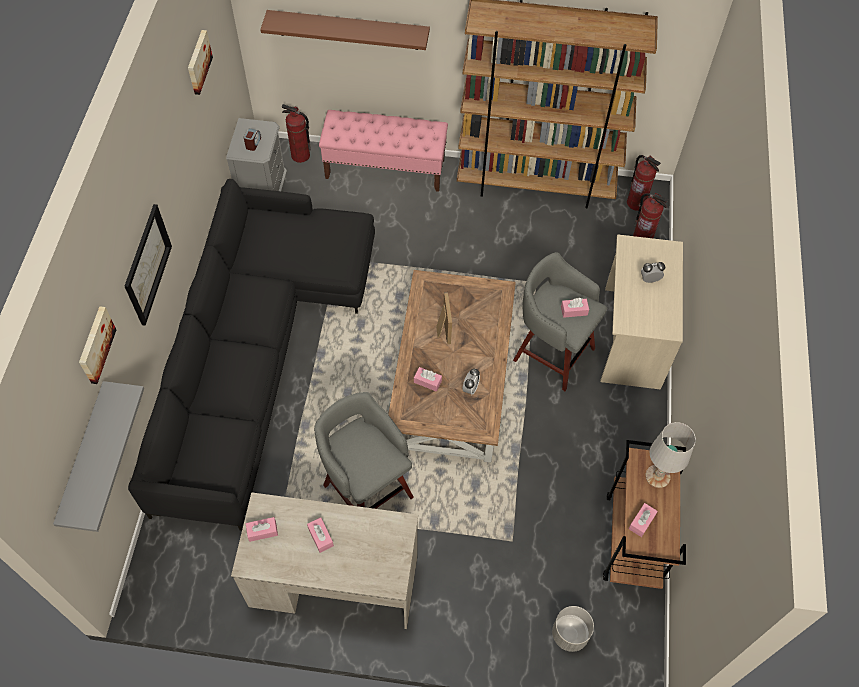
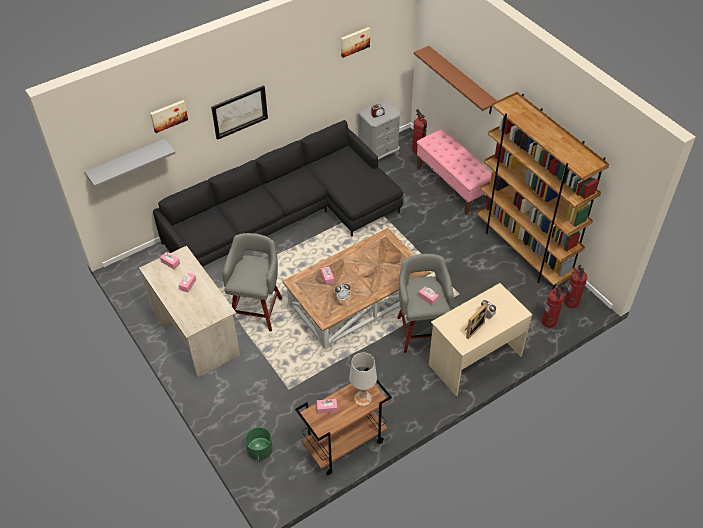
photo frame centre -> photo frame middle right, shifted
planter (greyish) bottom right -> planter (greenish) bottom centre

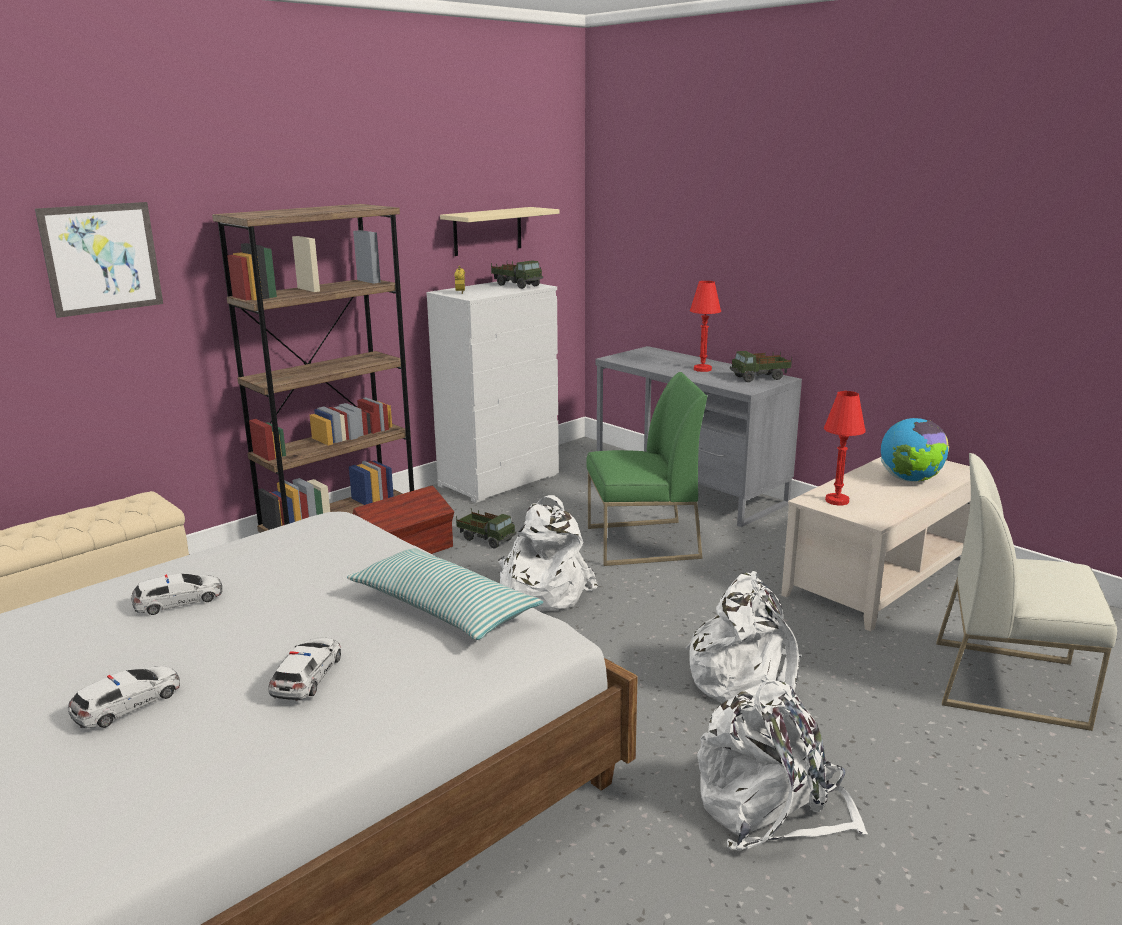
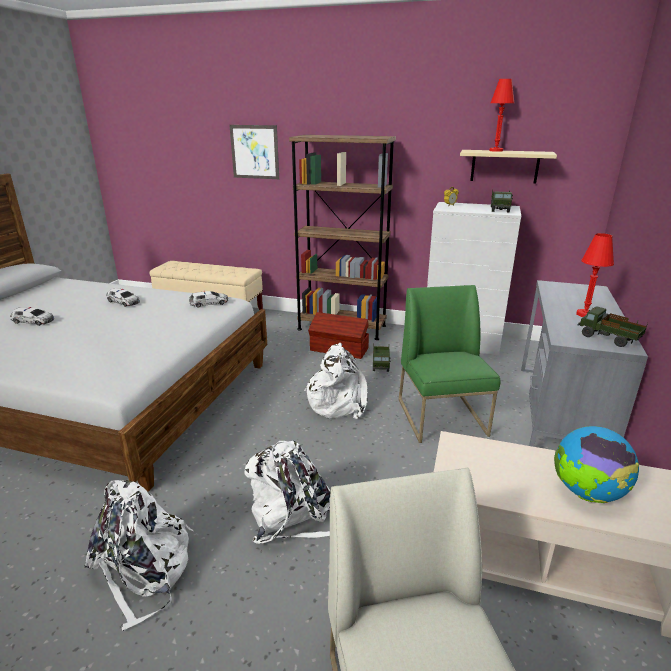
cushion centre -> none
miniature car (no. 3 from left) bottom left -> miniature car (no. 3 from left) middle left, shifted
lamp for a table (reddish) (no. 2 from left in the first image) middle right -> lamp for a table (reddish) (no. 1 from left) top right, shifted
plain chair (greenish) centre -> plain chair (greenish) middle right, 150 degrees counterclockwise

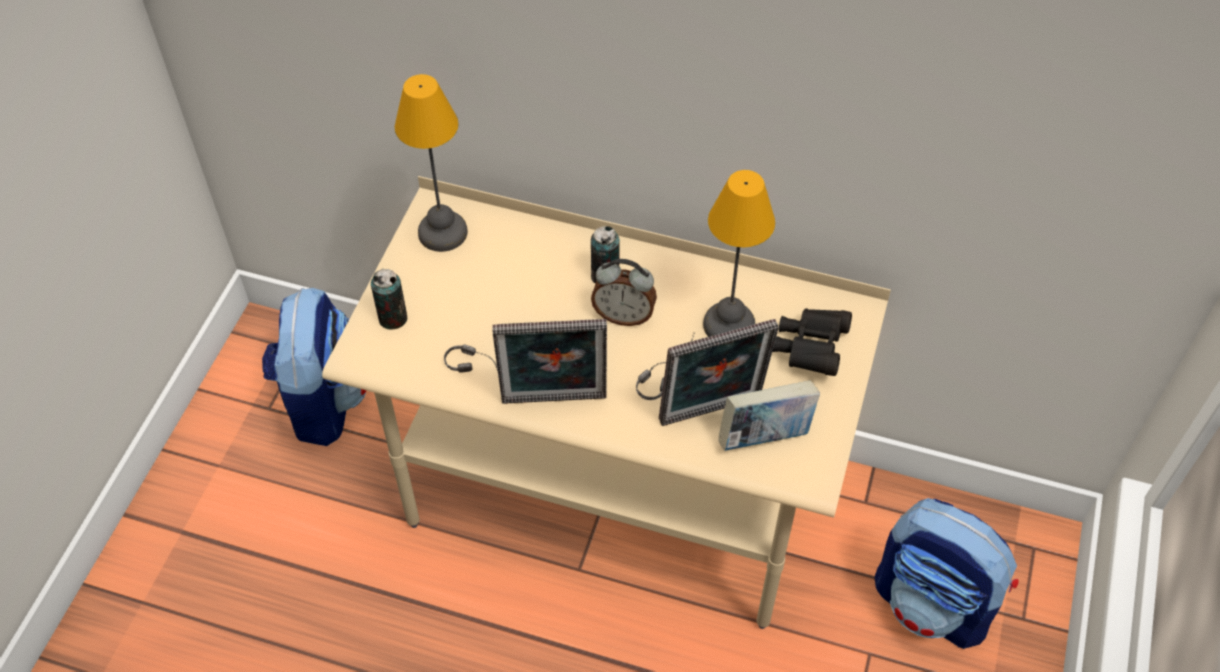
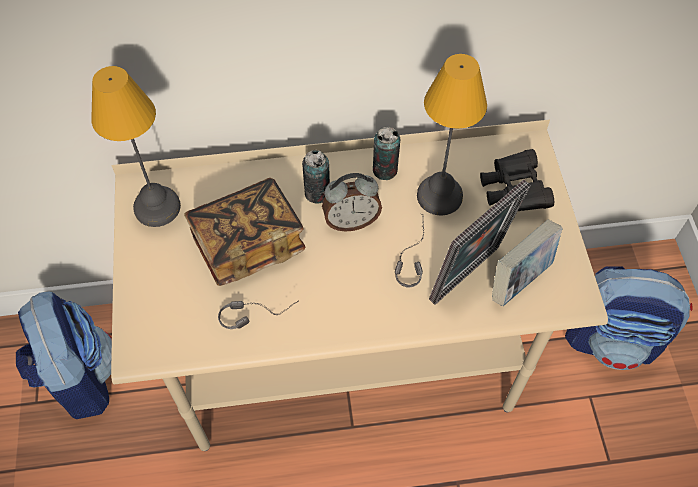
photo frame (no. 1 from left) centre -> none
none -> bound book (no. 1 from left) centre
can (no. 1 from left in the first image) middle left -> can (no. 2 from left) top centre, shifted

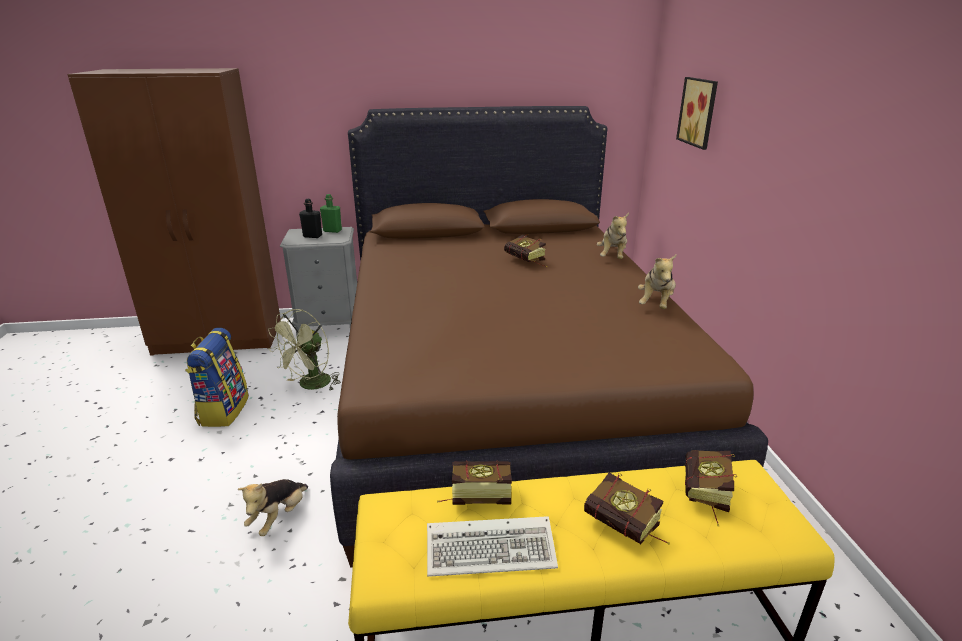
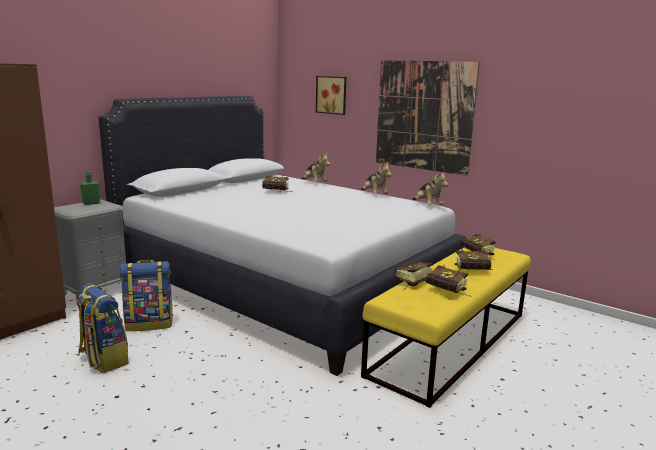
beverage bottle (black-coloured) middle left -> none
none -> picture (no. 2 from left) top centre
soft toy (no. 1 from left in the first image) bottom left -> soft toy (no. 3 from left) centre, shifted
fan (greenish) middle left -> rucksack (no. 2 from left) middle left
computer keyboard bottom centre -> bound book (no. 3 from left) middle right
bed (brown) centre -> bed (white-coloured) centre

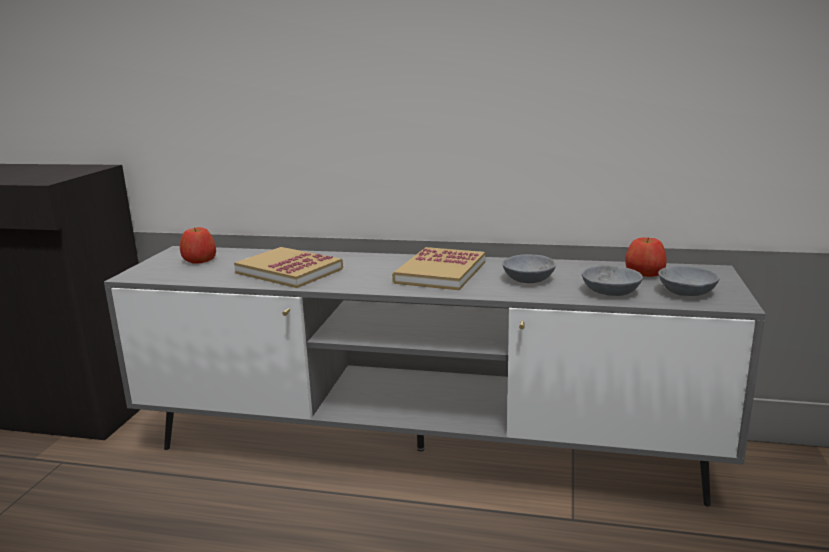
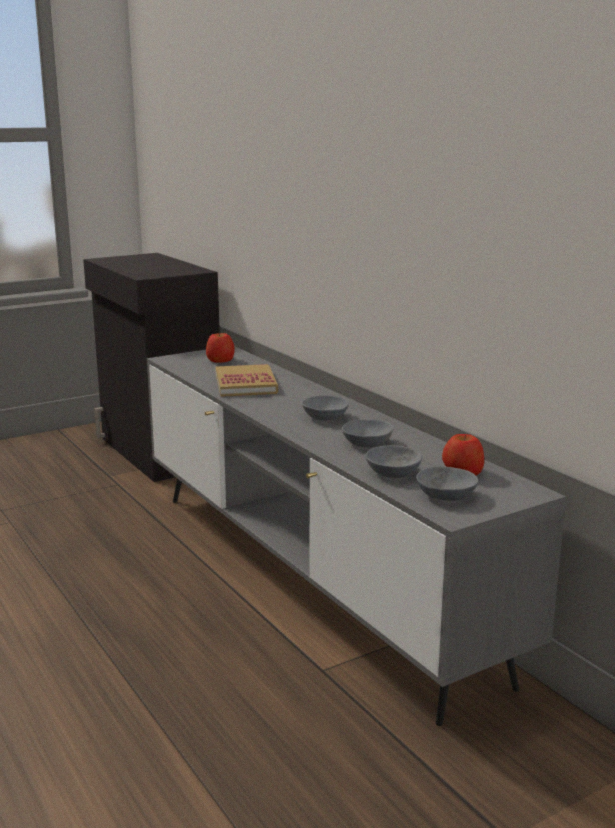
bound book (no. 2 from left) centre -> bowl (greyish) (no. 1 from left) centre

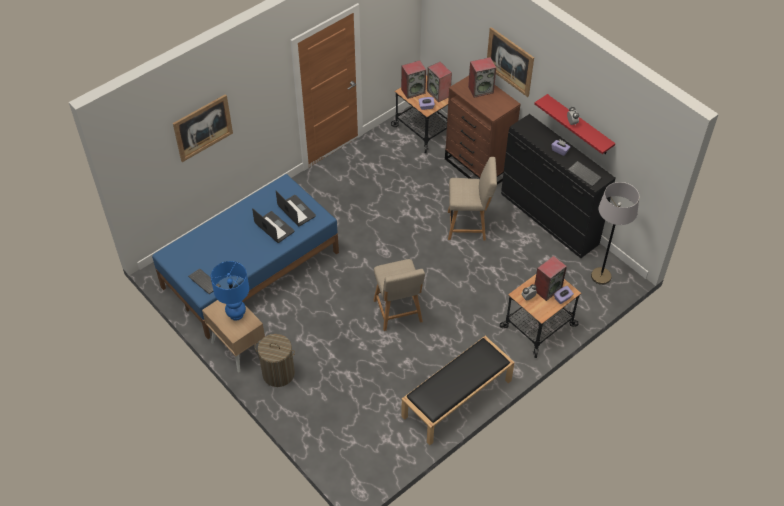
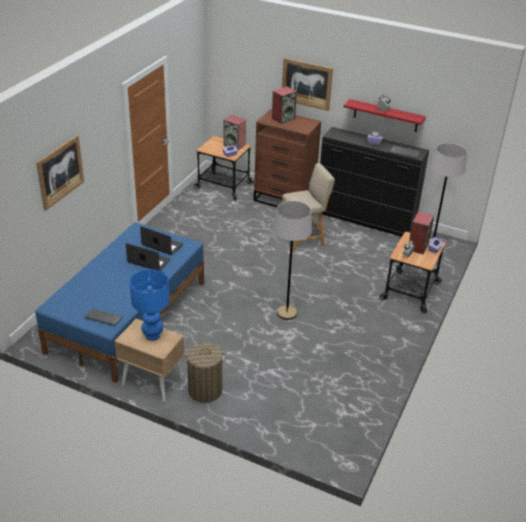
loudspeaker (no. 1 from left) top centre -> none
long seat (black-coloured) bottom centre -> none
plain chair (sand-coloured) (no. 1 from left) centre -> standard lamp (greyish) (no. 1 from left) centre

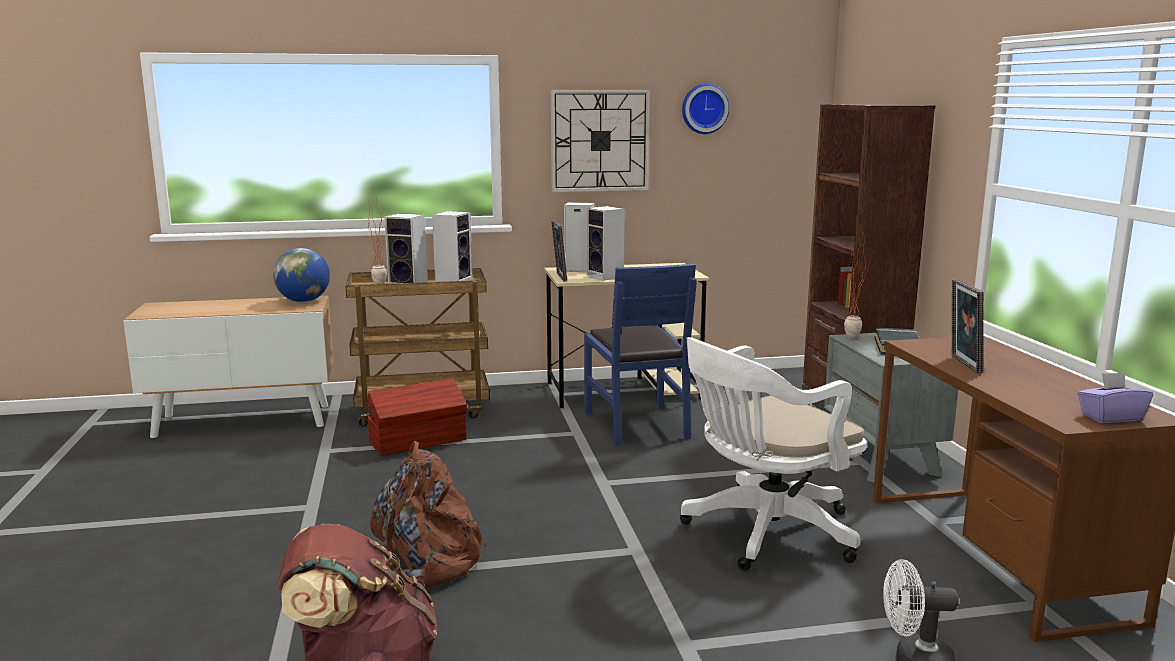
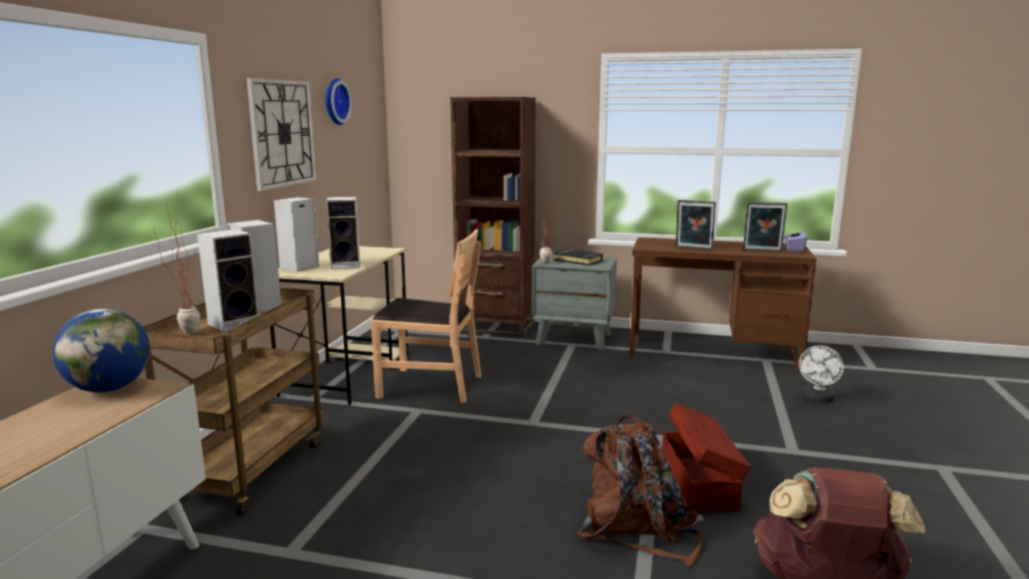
desk chair (white-coloured) bottom centre -> none
storage container (brown) centre -> storage container (brown) bottom right, shifted
photo frame (no. 1 from left in the first image) centre -> photo frame (no. 2 from left) middle right, shifted
plain chair (blue) centre -> plain chair (brown) centre

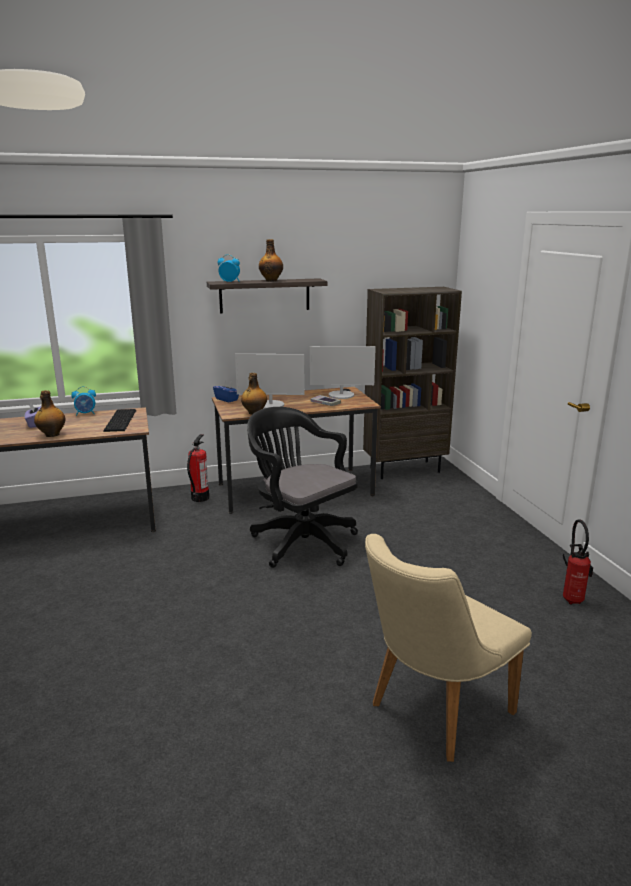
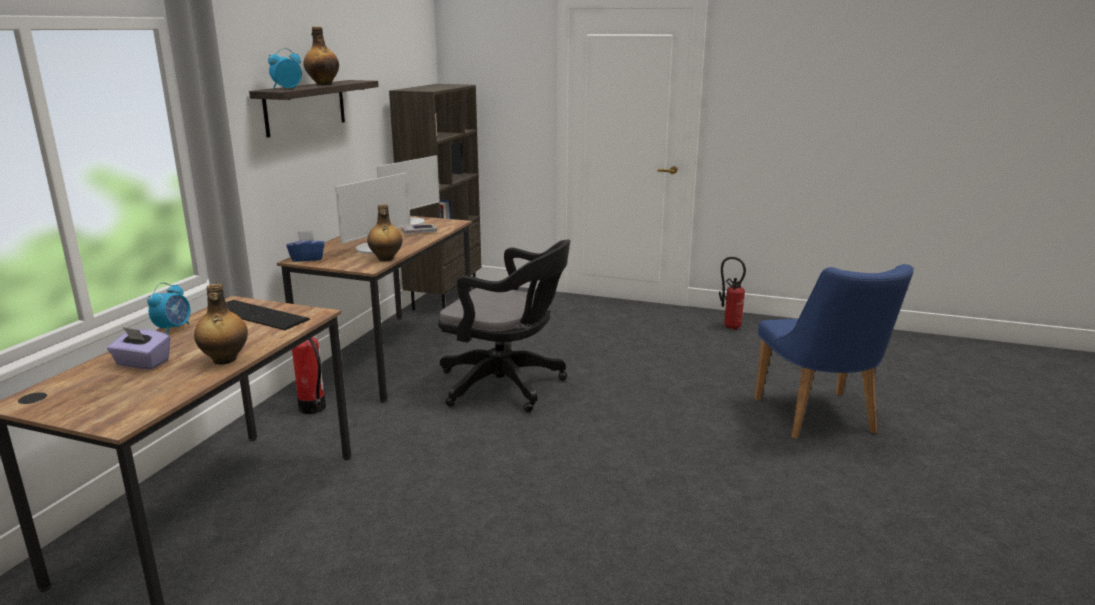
plain chair (sand-coloured) bottom right -> plain chair (blue) middle right
desk chair (black-coloured) centre, 150 degrees counterclockwise

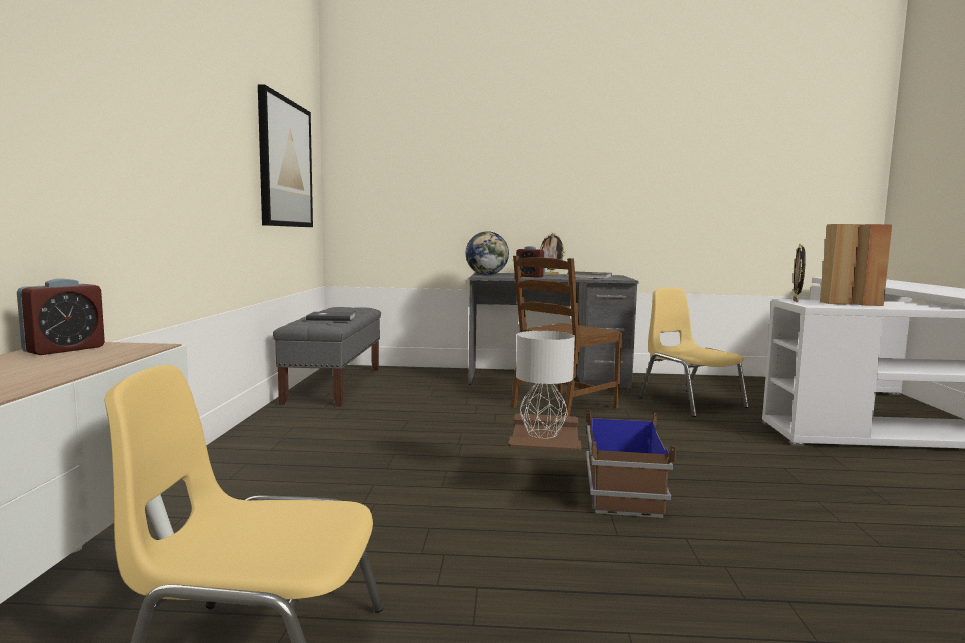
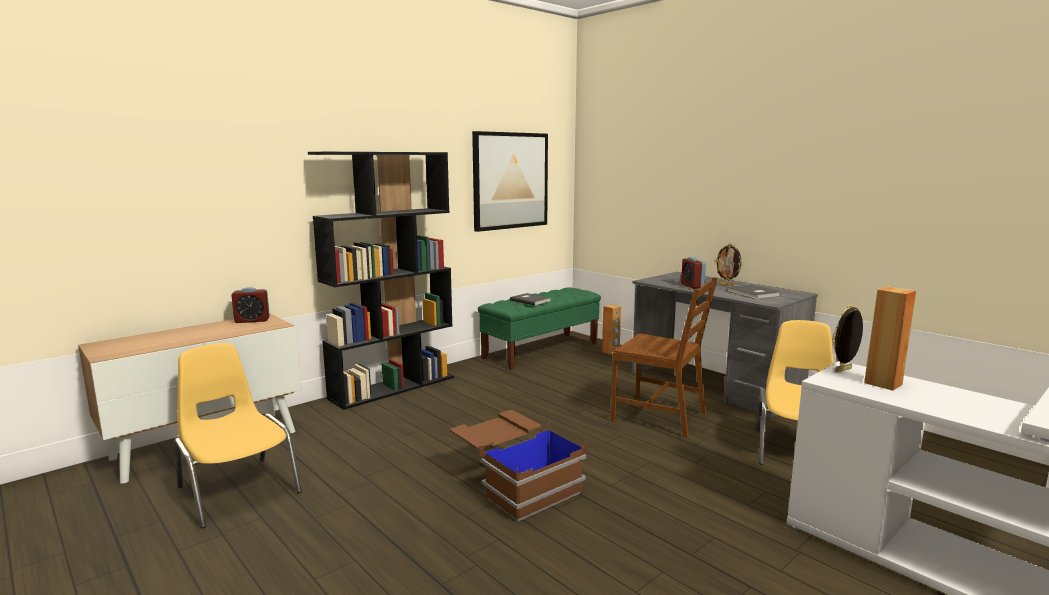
globe centre -> none
lamp for a table (greyish) centre -> none
none -> bookcase (black-coloured) centre
loudspeaker (brown) (no. 2 from left in the first image) middle right -> loudspeaker (brown) (no. 1 from left) centre, shifted
long seat (greyish) centre -> long seat (greenish) centre
plain chair (brown) centre, 150 degrees counterclockwise

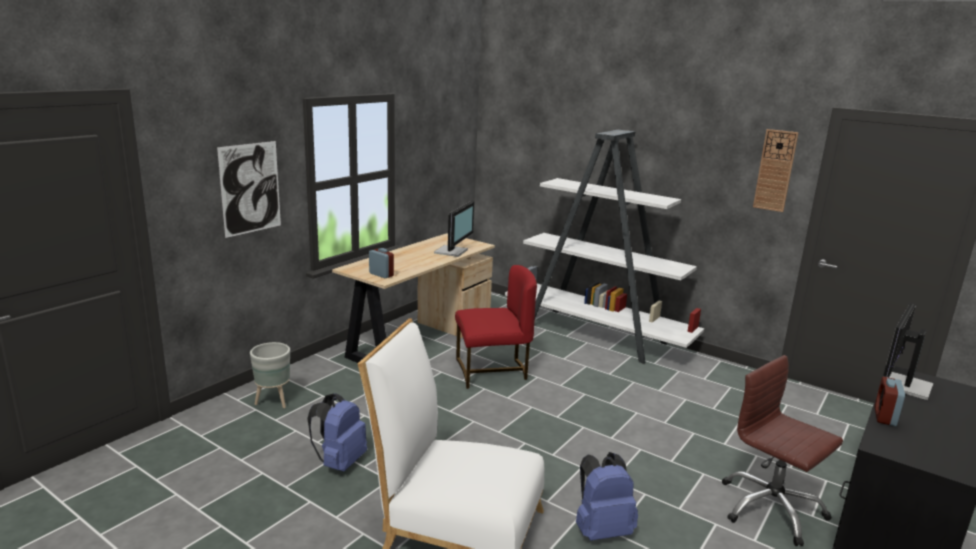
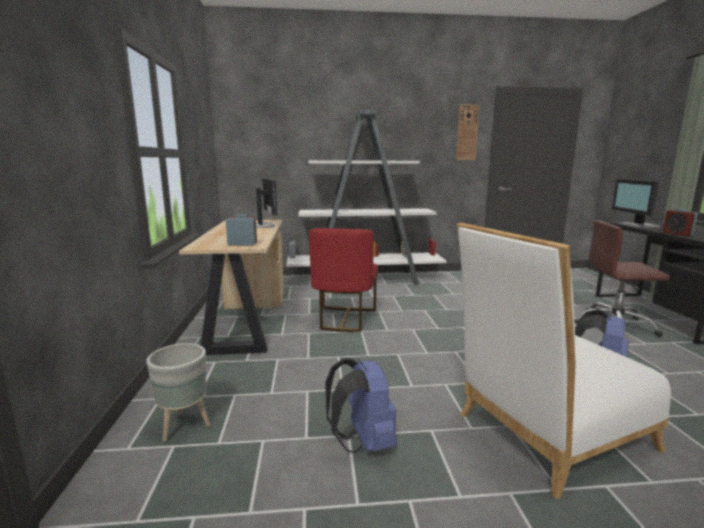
picture middle left -> none
plain chair (reddish) centre, 150 degrees clockwise

